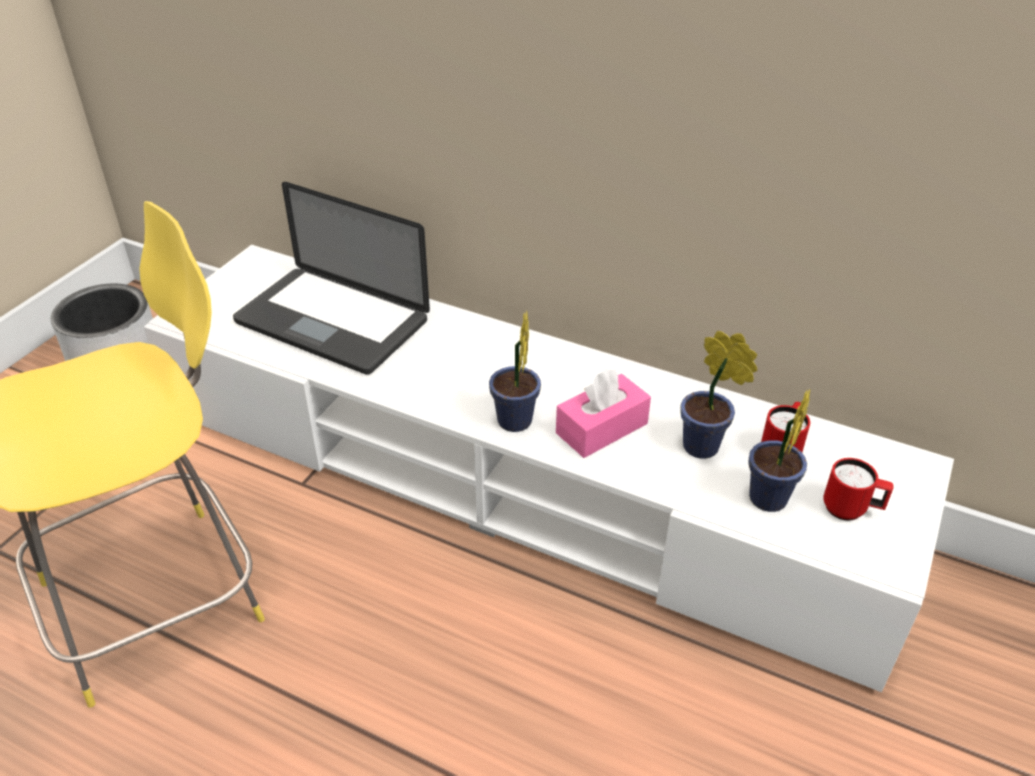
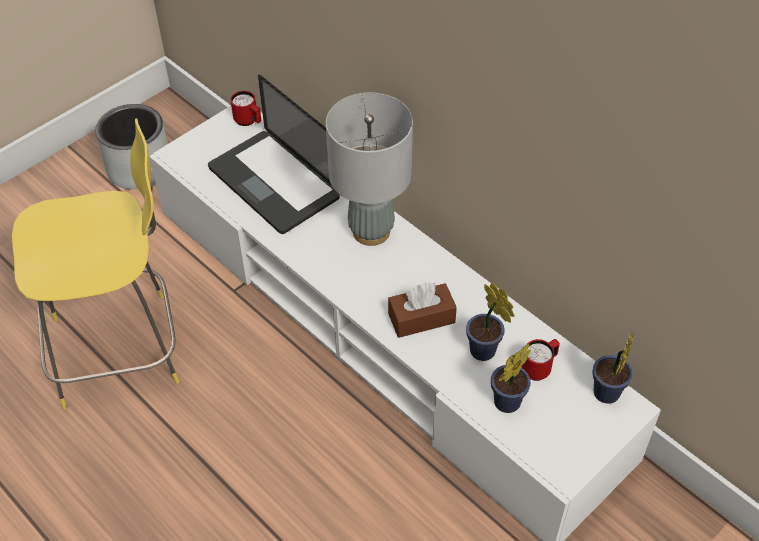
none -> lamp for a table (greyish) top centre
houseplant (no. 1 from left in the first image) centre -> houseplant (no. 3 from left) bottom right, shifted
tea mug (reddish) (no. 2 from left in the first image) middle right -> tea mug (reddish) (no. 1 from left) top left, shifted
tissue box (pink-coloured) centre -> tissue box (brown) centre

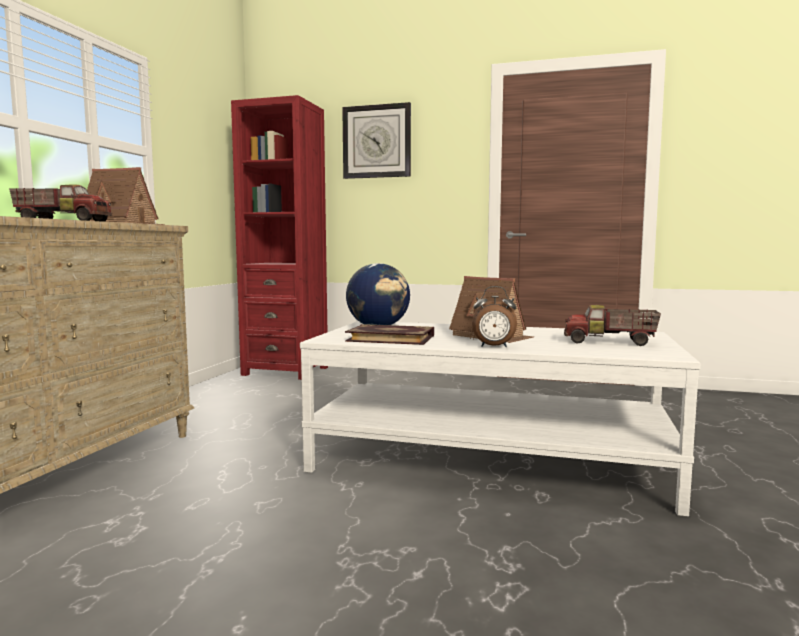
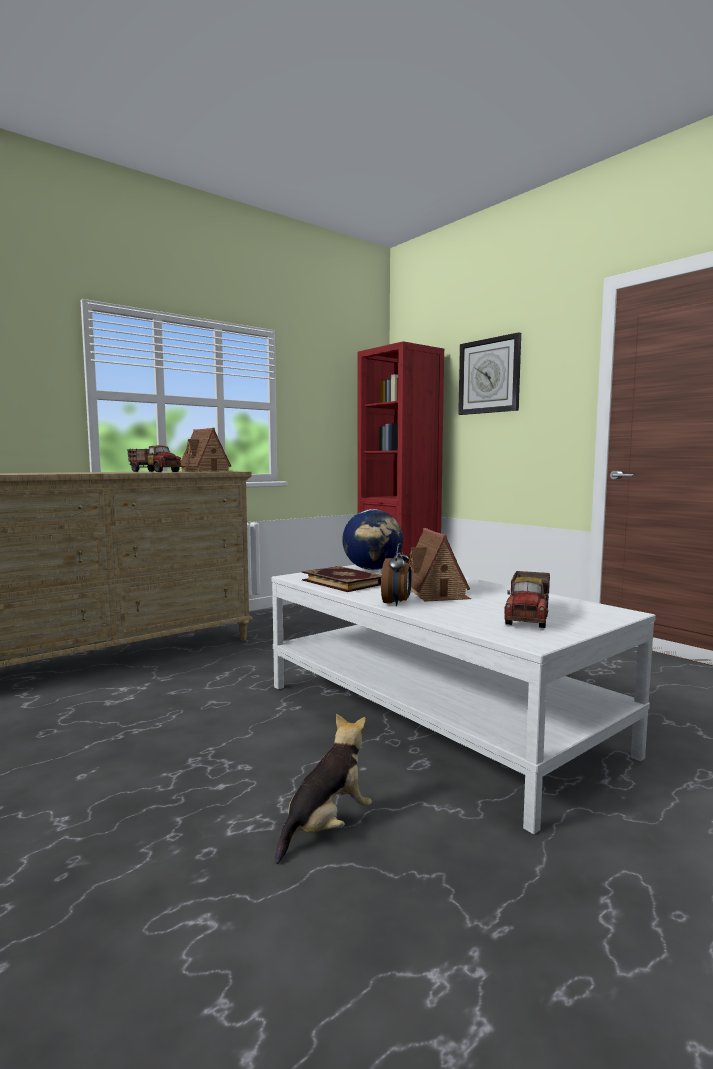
none -> soft toy bottom centre
bedside clock centre, 120 degrees counterclockwise
toy lorry (no. 2 from left) middle right, 120 degrees counterclockwise

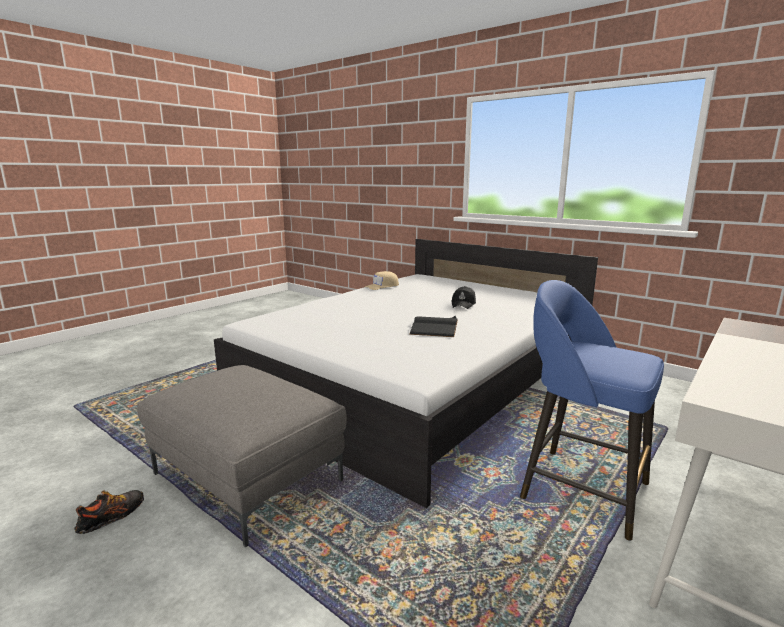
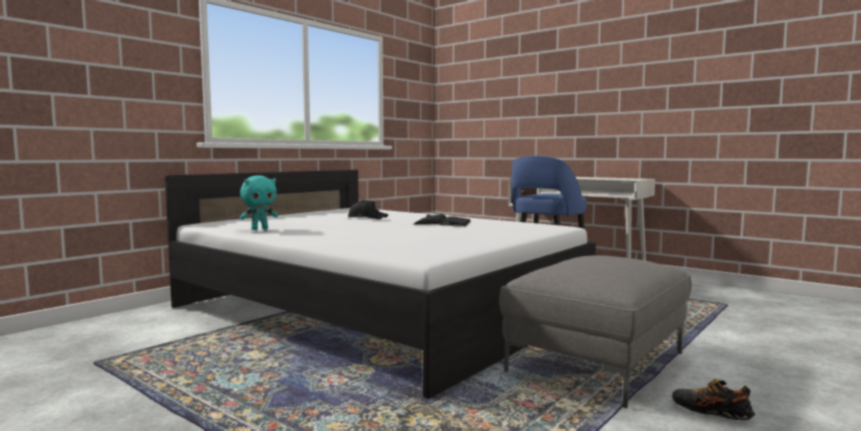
peaked cap (sand-coloured) centre -> soft toy (turquoise) middle left

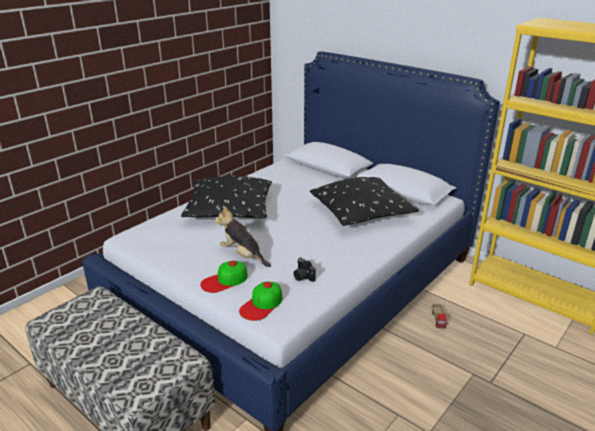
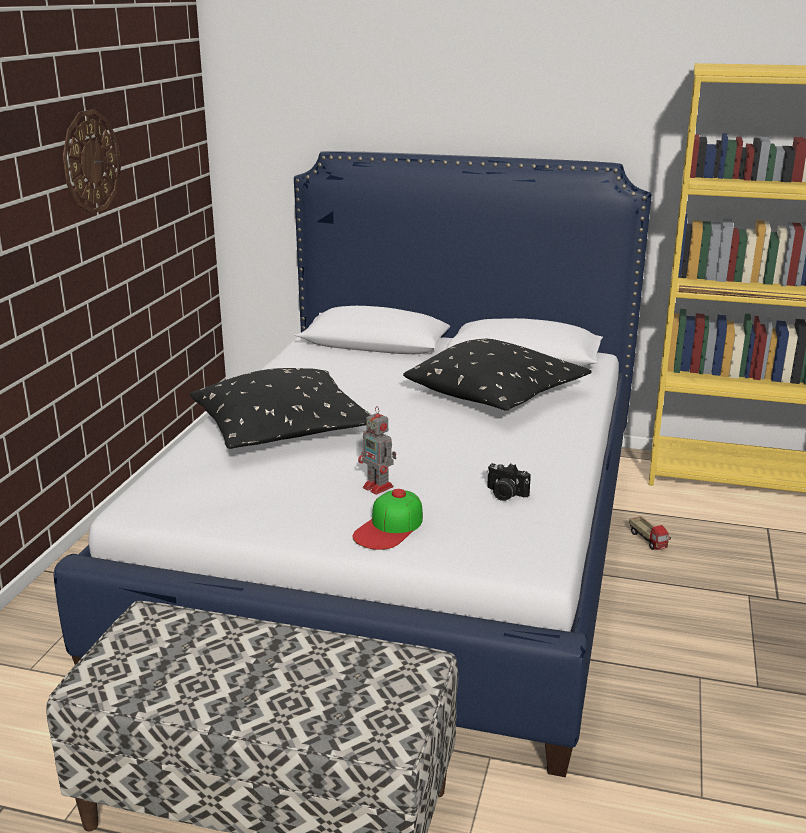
peaked cap (no. 2 from left) bottom centre -> none
none -> hanging clock top left
soft toy centre -> robot figure centre

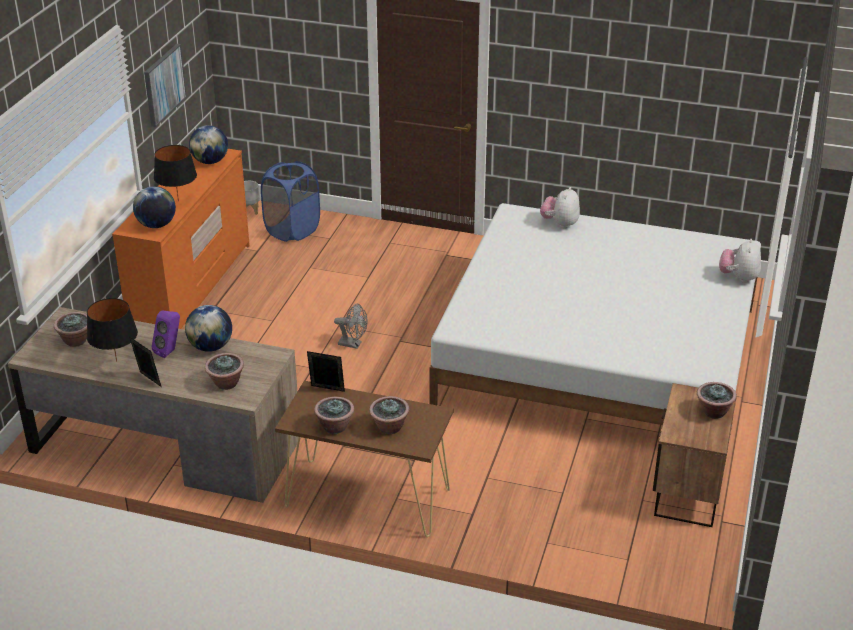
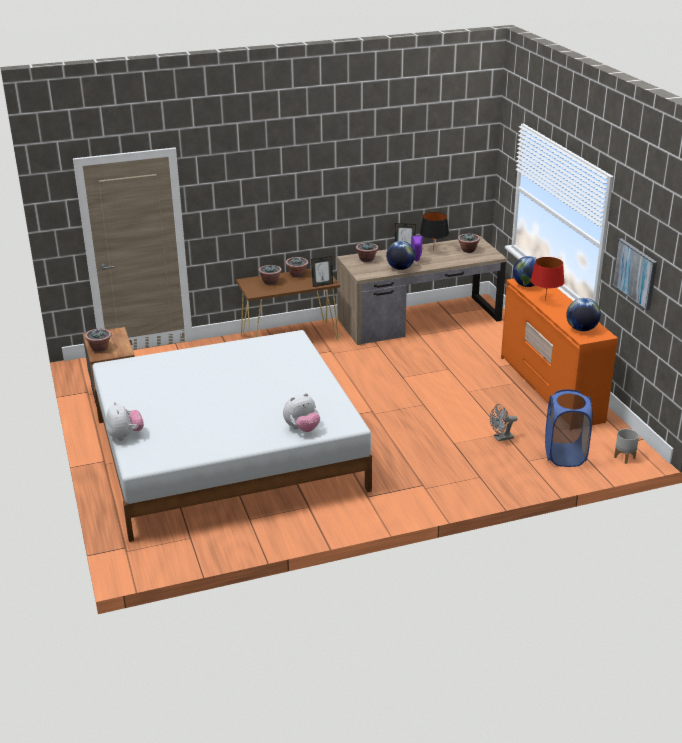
fan (greyish) centre -> fan (greyish) middle right, shifted
lamp for a table (black-coloured) (no. 2 from left) top left -> lamp for a table (reddish) middle right
soft toy (no. 1 from left in the first image) top centre -> soft toy (no. 2 from left) centre, 75 degrees clockwise

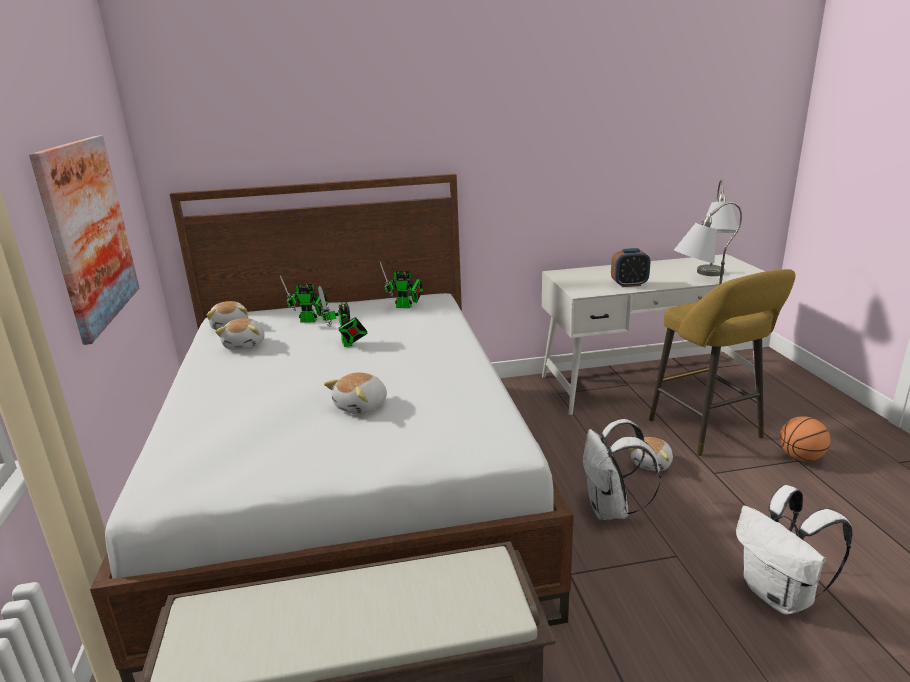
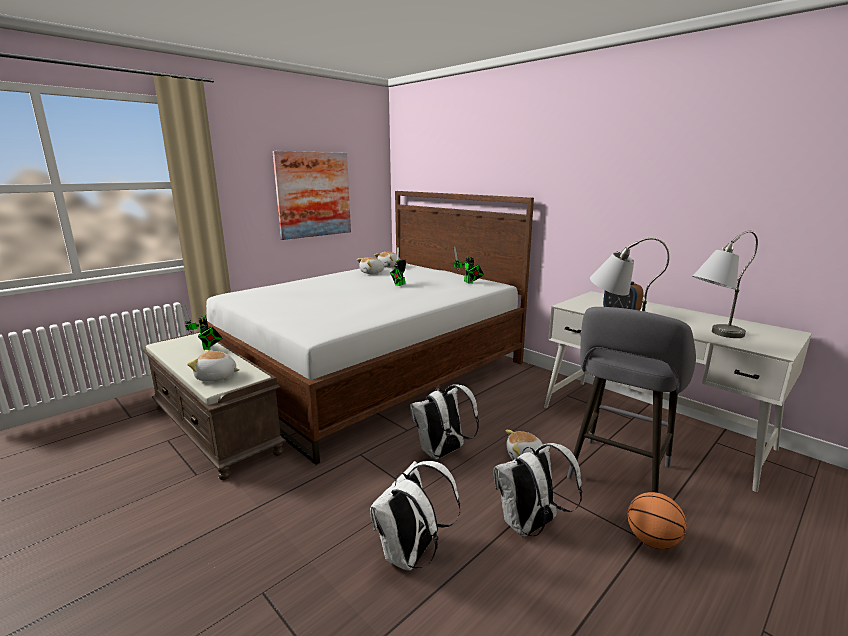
none -> rucksack (white-coloured) (no. 3 from left) bottom centre
robot figure (no. 1 from left) centre -> robot figure (no. 1 from left) middle left, shifted
soft toy (no. 3 from left in the first image) centre -> soft toy (no. 1 from left) middle left, shifted
stool (yellow) middle right -> stool (greyish) middle right

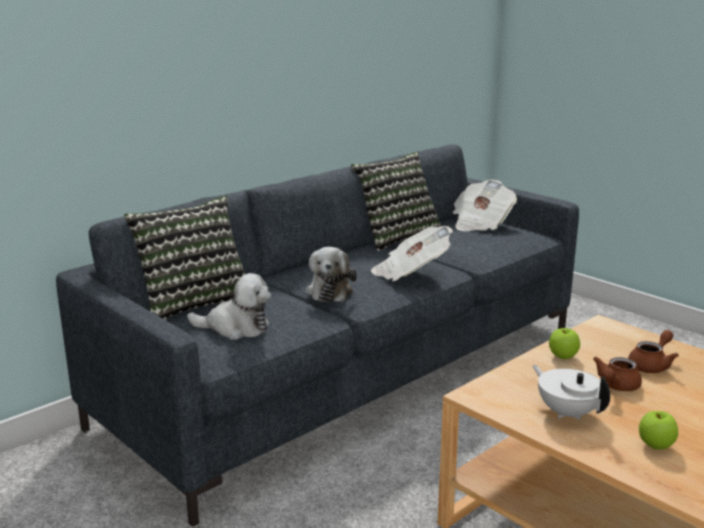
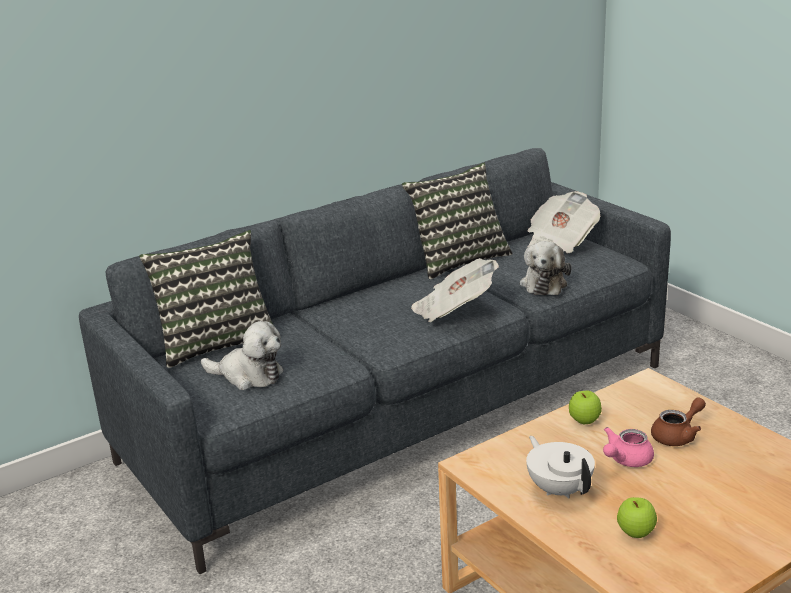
soft toy (no. 2 from left) centre -> soft toy (no. 2 from left) middle right, shifted
tea pot (brown) (no. 1 from left) bottom right -> tea pot (pink-coloured) bottom right

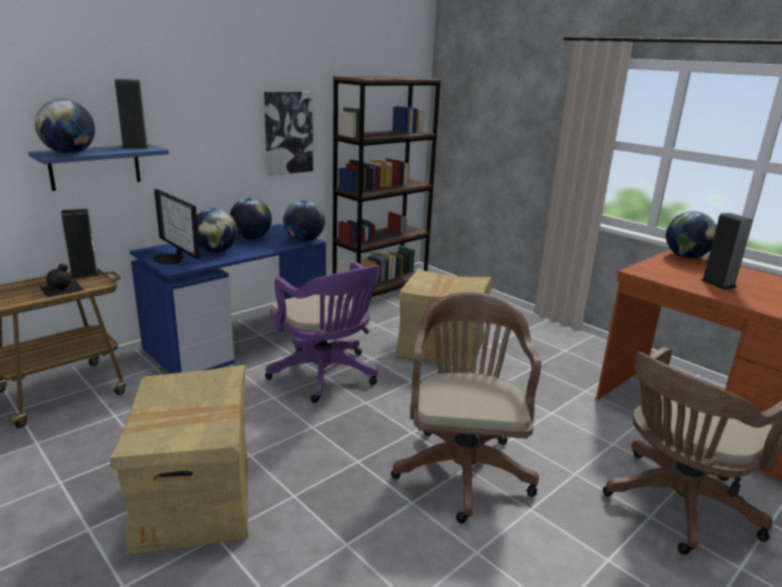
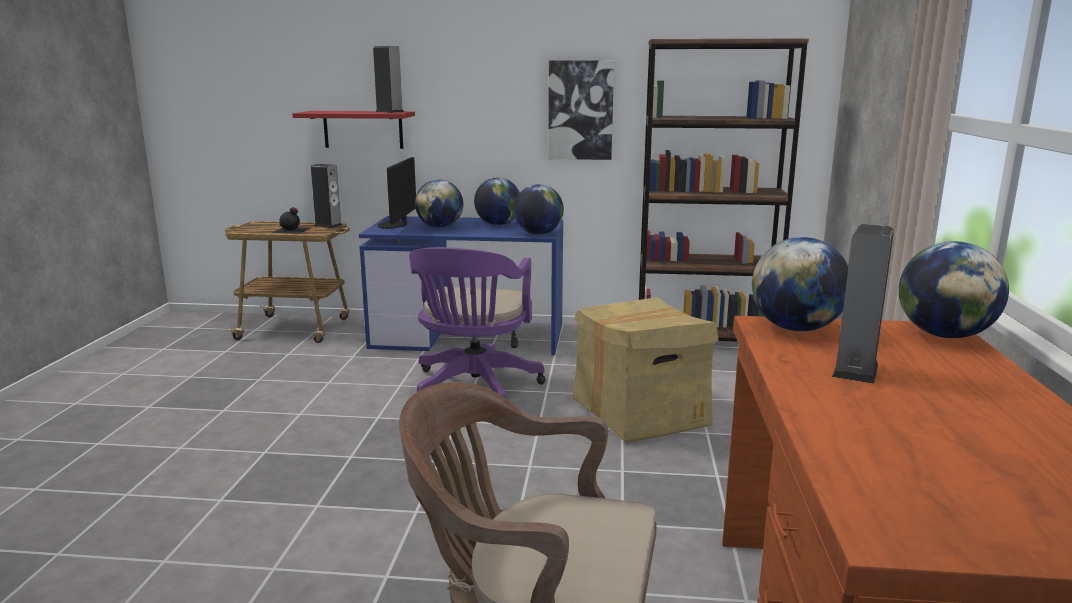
carton (no. 1 from left) bottom left -> none
desk chair (brown) (no. 1 from left) bottom centre -> none
globe (no. 1 from left in the first image) top left -> globe (no. 4 from left) middle right, shifted
shelf (blue) top left -> shelf (reddish) top left

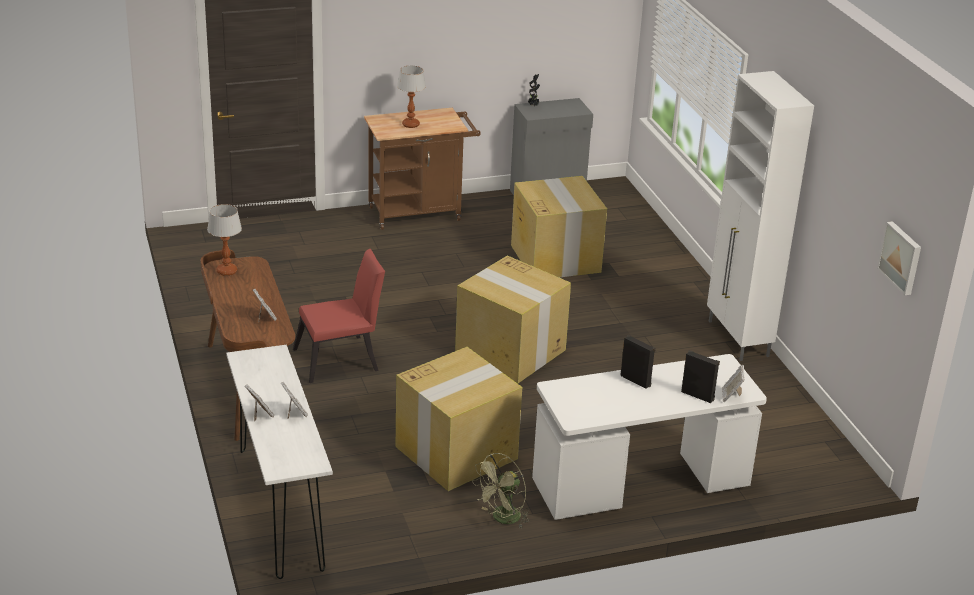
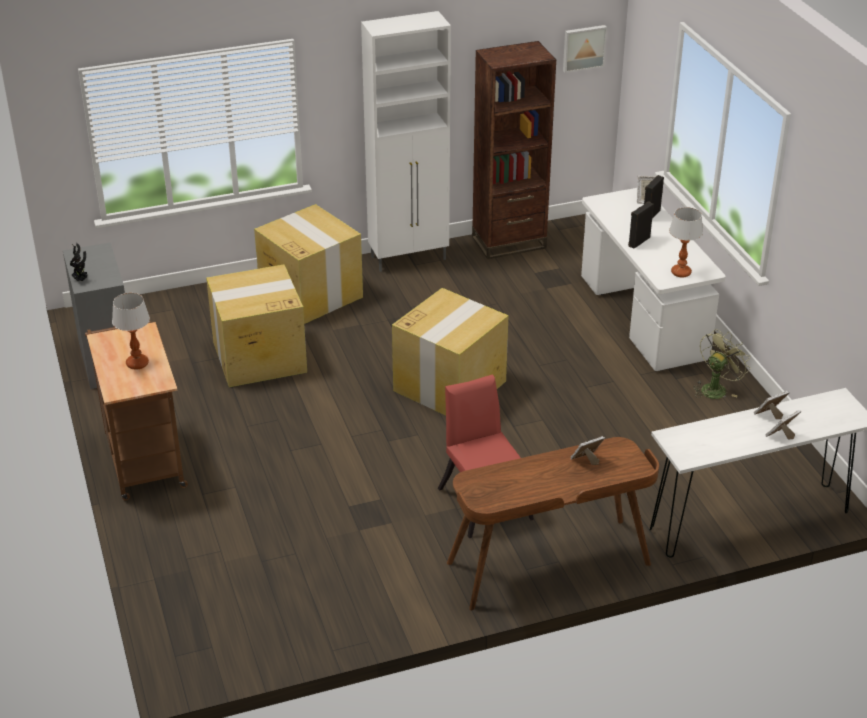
none -> bookcase (brown) top centre
lamp for a table (no. 1 from left in the first image) middle left -> lamp for a table (no. 2 from left) middle right, shifted
carton (no. 1 from left in the first image) bottom centre -> carton (no. 2 from left) centre, shifted
fan (greenish) bottom centre -> fan (greenish) middle right, 90 degrees counterclockwise

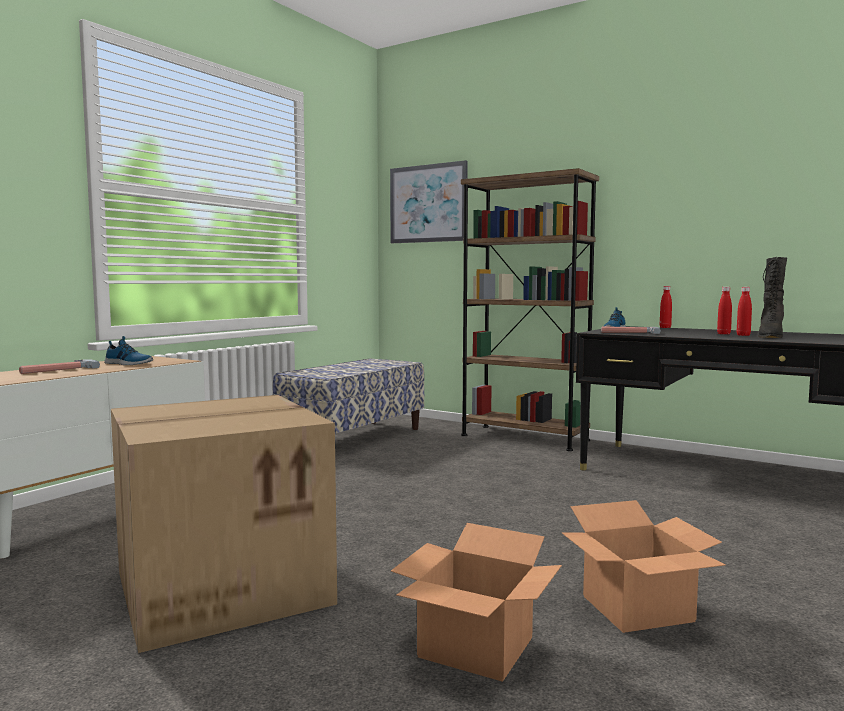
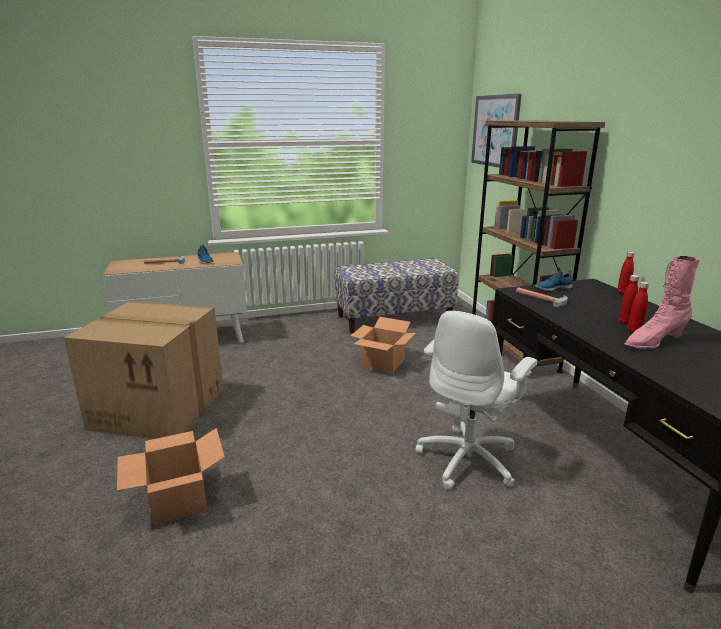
none -> desk chair (white-coloured) centre
carton (no. 3 from left) bottom right -> carton (no. 3 from left) centre, shifted
tall boot (black-coloured) middle right -> tall boot (pink-coloured) middle right

